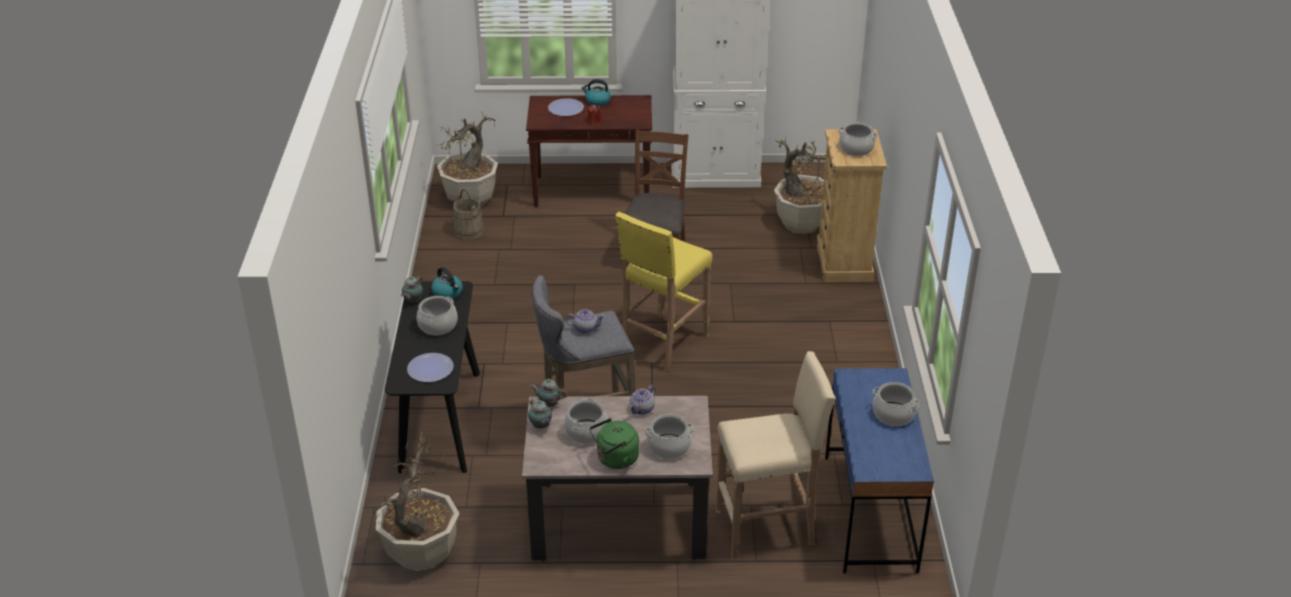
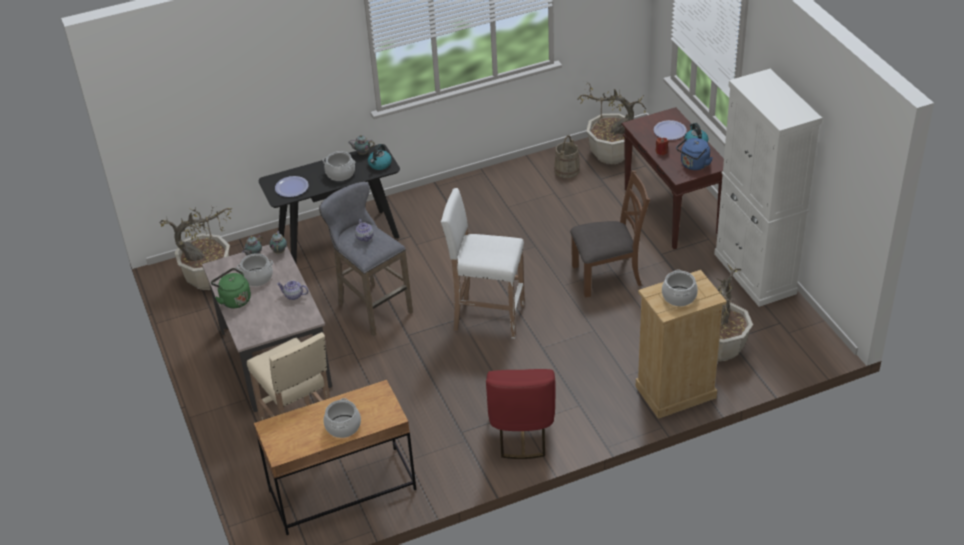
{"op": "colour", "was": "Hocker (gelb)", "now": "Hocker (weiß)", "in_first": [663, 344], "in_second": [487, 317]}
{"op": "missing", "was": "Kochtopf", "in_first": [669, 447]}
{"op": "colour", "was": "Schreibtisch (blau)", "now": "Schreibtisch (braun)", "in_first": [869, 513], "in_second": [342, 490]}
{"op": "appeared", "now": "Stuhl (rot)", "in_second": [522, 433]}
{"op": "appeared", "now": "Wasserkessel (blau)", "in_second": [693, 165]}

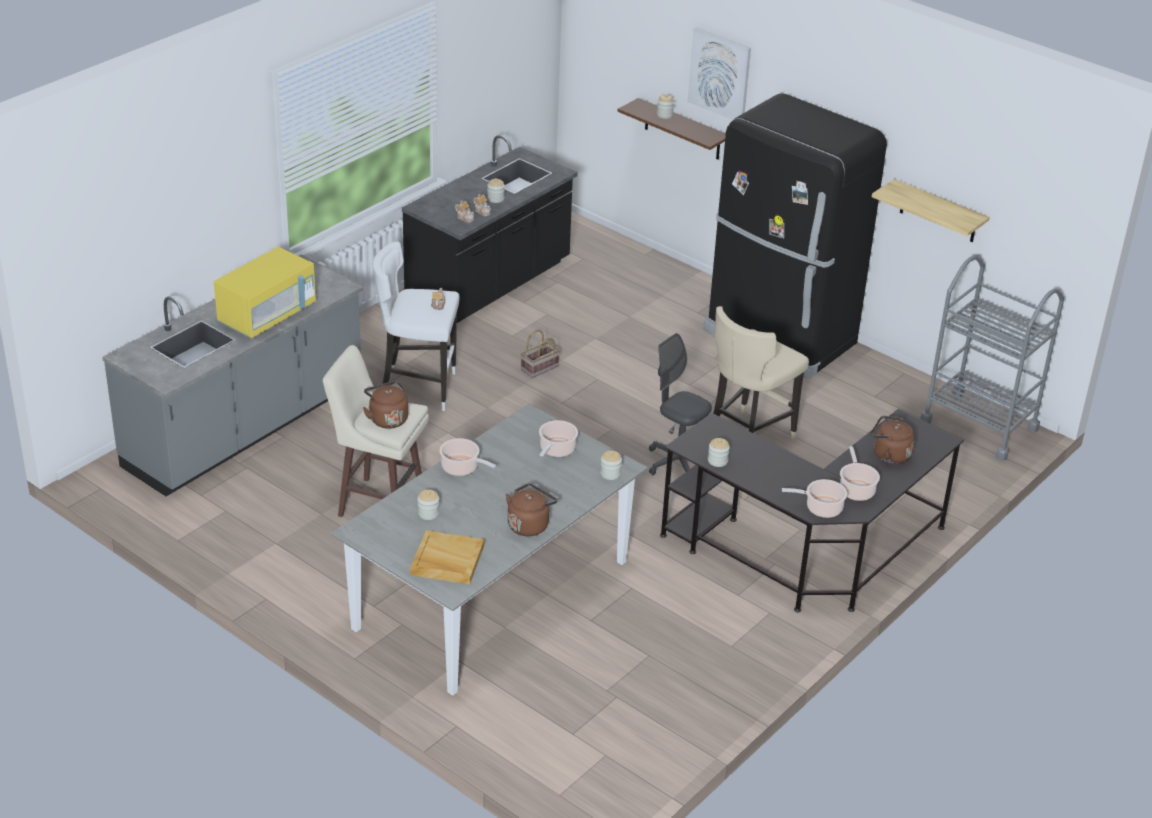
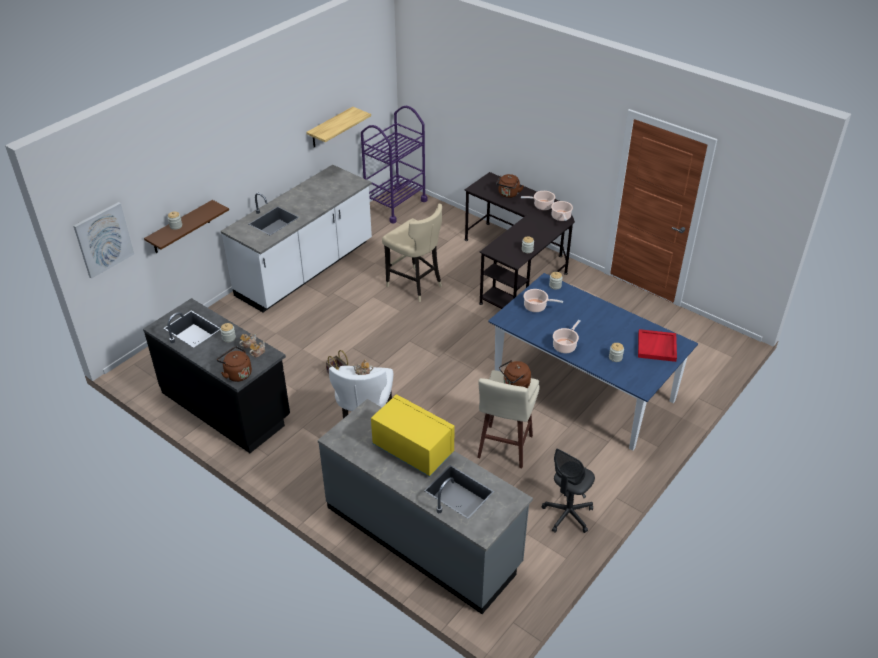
{"op": "colour", "was": "Esstisch (grau)", "now": "Esstisch (blau)", "in_first": [492, 595], "in_second": [584, 388]}
{"op": "colour", "was": "Tablett (beige)", "now": "Tablett (rot)", "in_first": [446, 560], "in_second": [657, 347]}
{"op": "relocated", "was": "Wasserkessel (braun)", "in_first": [529, 525], "in_second": [237, 374]}
{"op": "relocated", "was": "Bürostuhl (grau)", "in_first": [677, 463], "in_second": [567, 515]}
{"op": "relocated", "was": "Bild", "in_first": [720, 74], "in_second": [103, 239]}
{"op": "exchanged", "was": "Kühlschrank (schwarz)", "now": "Küchenzeile (weiß)", "in_first": [779, 338], "in_second": [306, 269]}
{"op": "colour", "was": "Rollwagen (grau)", "now": "Rollwagen (lila)", "in_first": [979, 425], "in_second": [395, 204]}

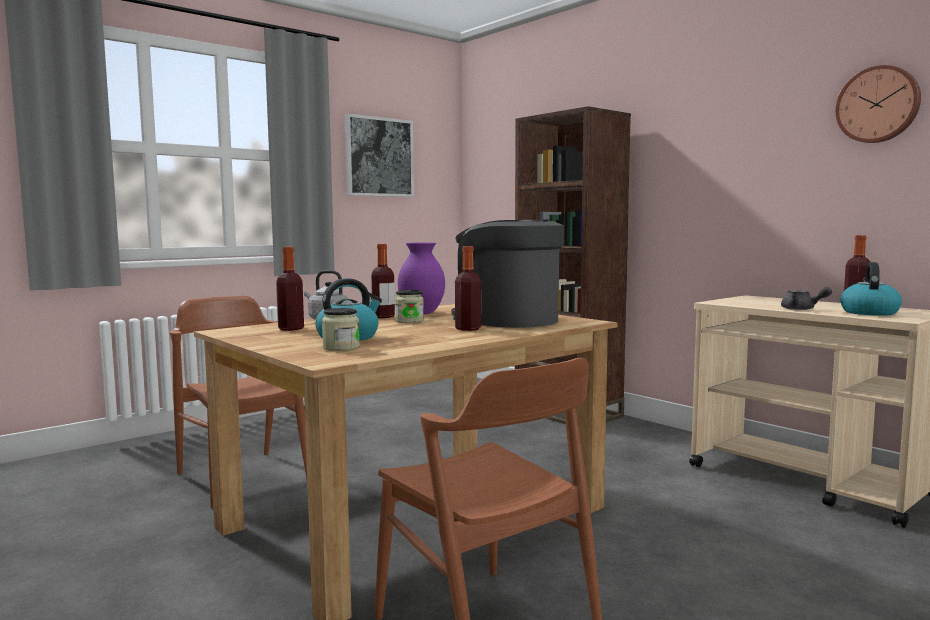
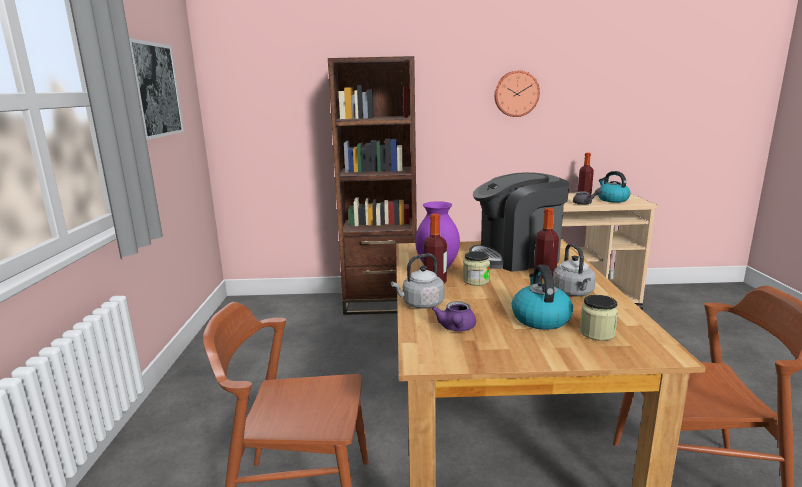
{"op": "exchanged", "was": "Flasche", "now": "Teekanne (lila)", "in_first": [291, 329], "in_second": [456, 328]}
{"op": "relocated", "was": "Wanduhr", "in_first": [878, 105], "in_second": [516, 94]}
{"op": "appeared", "now": "Wasserkessel (grau)", "in_second": [573, 293]}

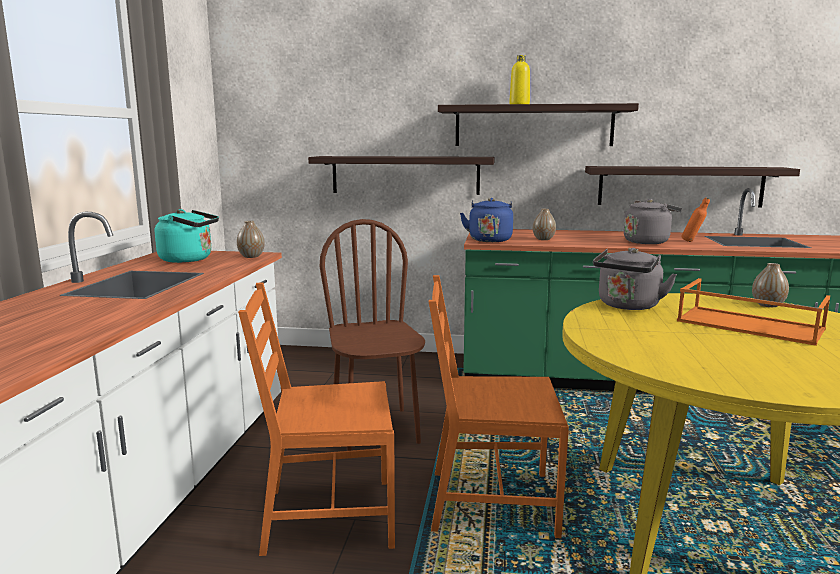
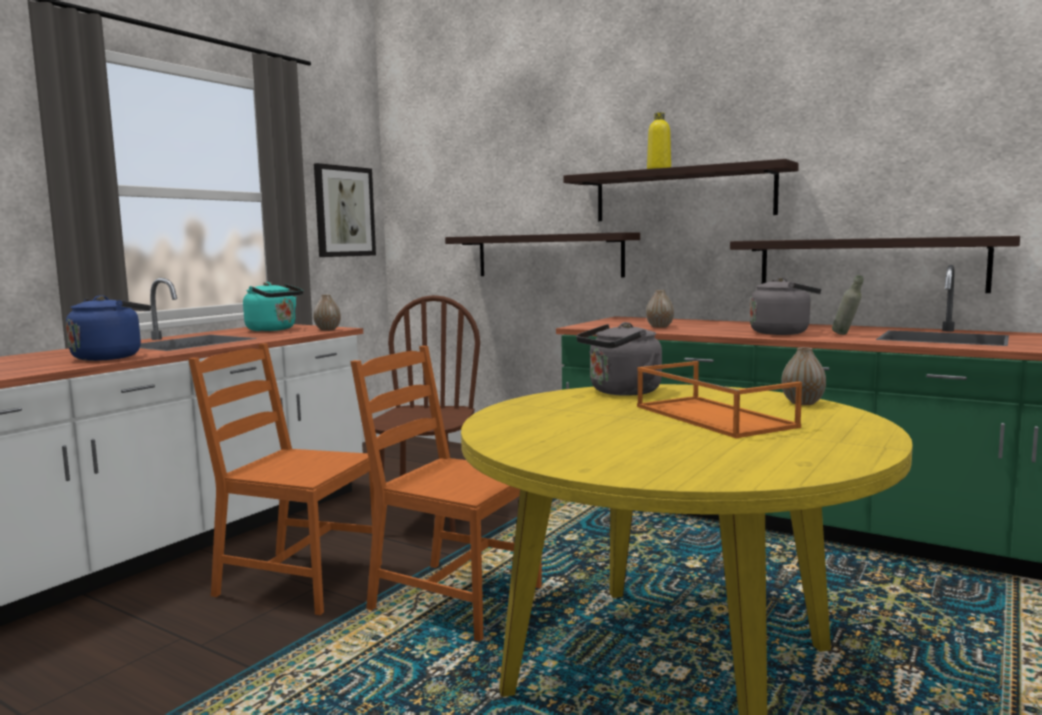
{"op": "relocated", "was": "Wasserkessel (blau)", "in_first": [489, 239], "in_second": [110, 357]}
{"op": "colour", "was": "Flasche (orange)", "now": "Flasche (grau)", "in_first": [693, 242], "in_second": [846, 334]}
{"op": "appeared", "now": "Bild", "in_second": [344, 211]}

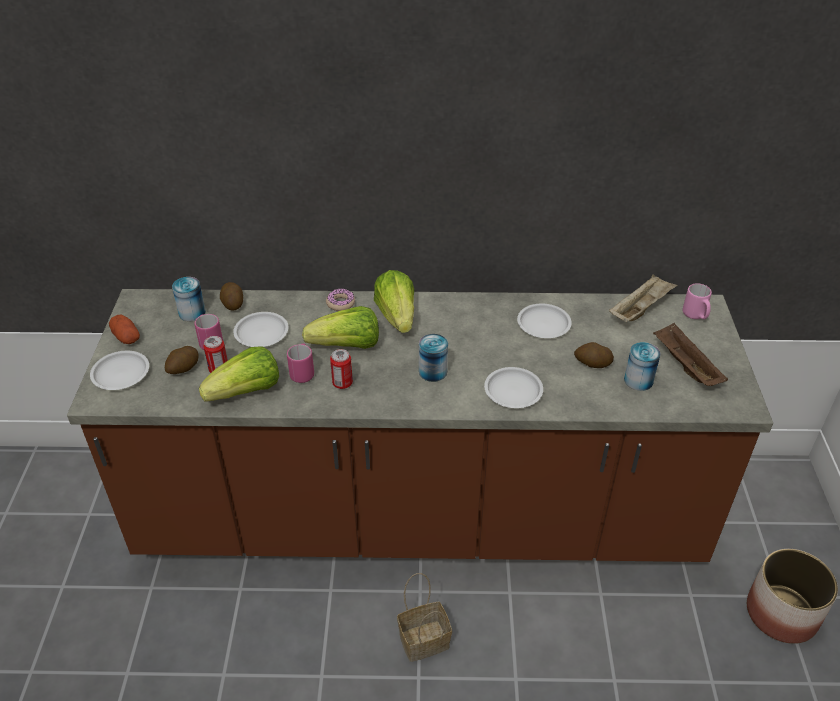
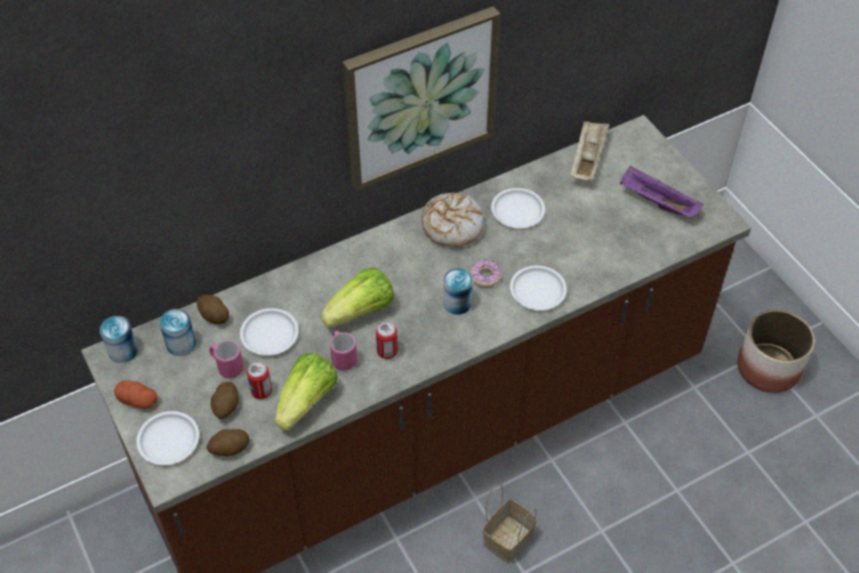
{"op": "relocated", "was": "Donut", "in_first": [340, 303], "in_second": [485, 277]}
{"op": "missing", "was": "Salatkopf", "in_first": [397, 316]}
{"op": "relocated", "was": "Kartoffel", "in_first": [592, 364], "in_second": [229, 449]}
{"op": "relocated", "was": "Dose", "in_first": [638, 380], "in_second": [123, 351]}
{"op": "colour", "was": "Tablett (braun)", "now": "Tablett (lila)", "in_first": [684, 366], "in_second": [656, 203]}
{"op": "missing", "was": "Henkelbecher (rosa)", "in_first": [696, 316]}
{"op": "appeared", "now": "Bild", "in_second": [419, 97]}
{"op": "appeared", "now": "Brot", "in_second": [452, 226]}

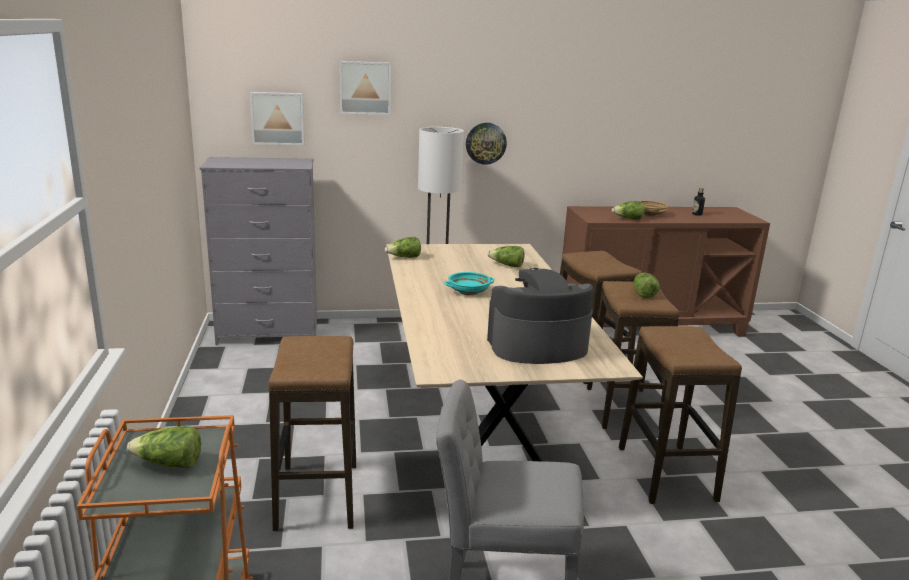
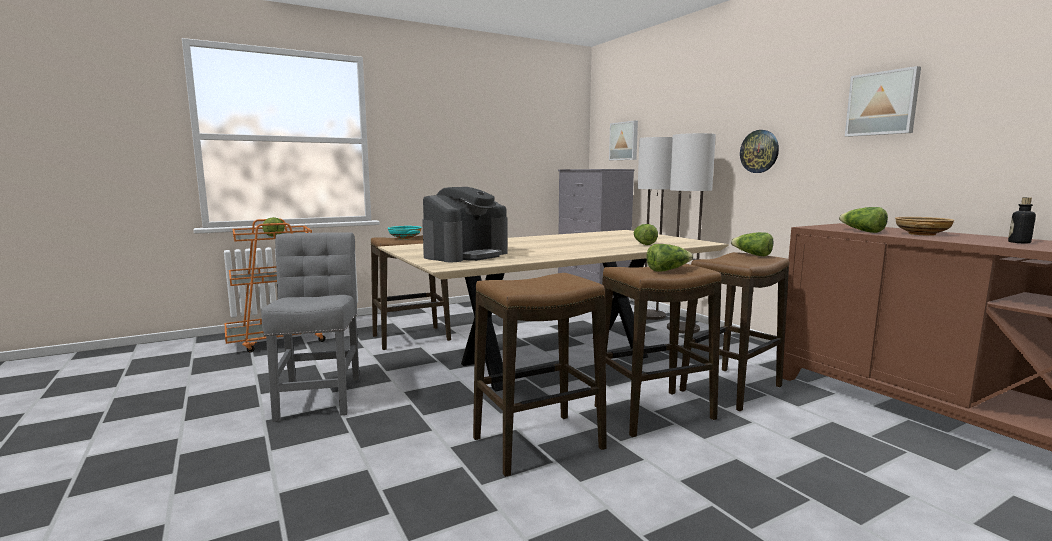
{"op": "relocated", "was": "Bild", "in_first": [365, 88], "in_second": [882, 103]}
{"op": "relocated", "was": "Salatkopf", "in_first": [404, 257], "in_second": [752, 255]}
{"op": "relocated", "was": "Schüssel (türkis)", "in_first": [468, 292], "in_second": [404, 238]}
{"op": "spun", "was": "Kaffeemaschine", "in_first": [537, 346], "in_second": [466, 255], "clockwise": 75}
{"op": "appeared", "now": "Stehlampe", "in_second": [650, 315]}

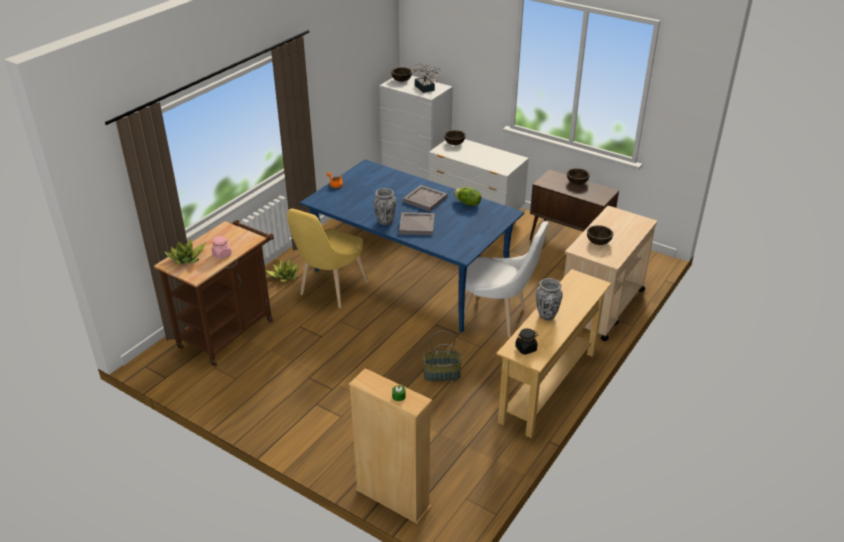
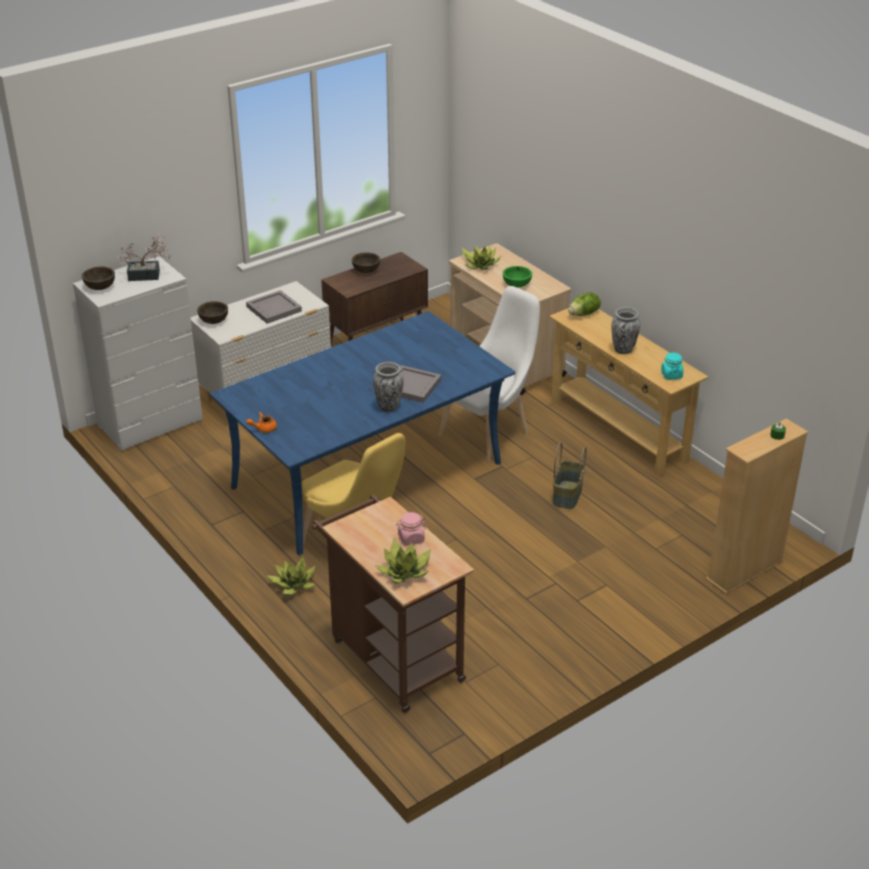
{"op": "relocated", "was": "Tablett (grau)", "in_first": [424, 200], "in_second": [273, 309]}
{"op": "relocated", "was": "Salatkopf", "in_first": [467, 203], "in_second": [584, 314]}
{"op": "colour", "was": "Vorratsglas (schwarz)", "now": "Vorratsglas (türkis)", "in_first": [526, 348], "in_second": [671, 375]}
{"op": "colour", "was": "Schüssel (braun)", "now": "Schüssel (grün)", "in_first": [598, 242], "in_second": [517, 285]}
{"op": "appeared", "now": "Topfpflanze", "in_second": [480, 264]}

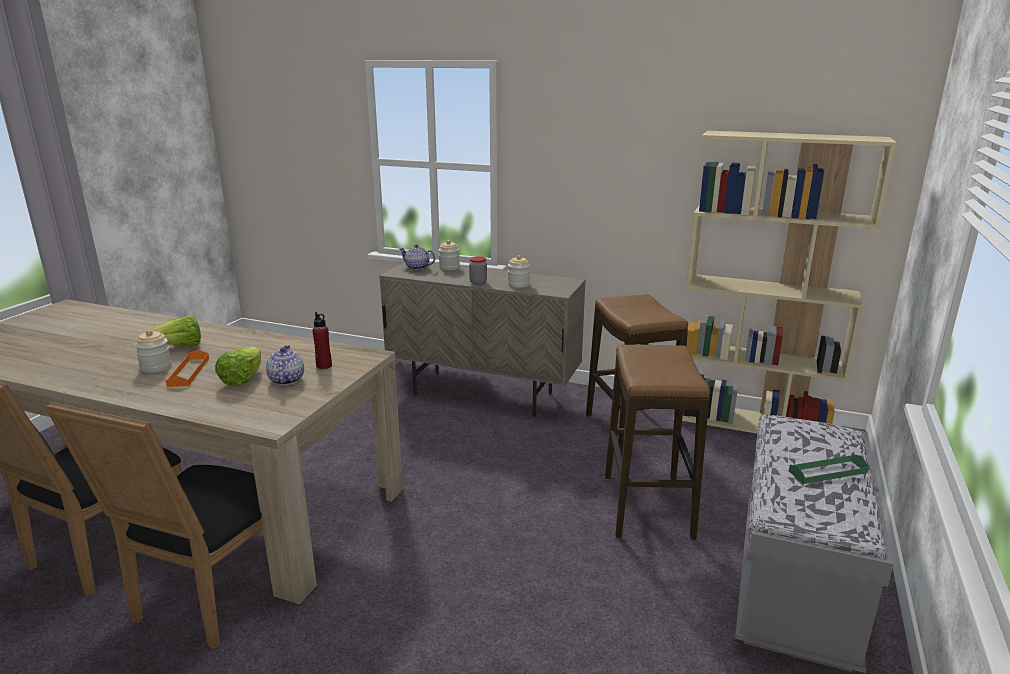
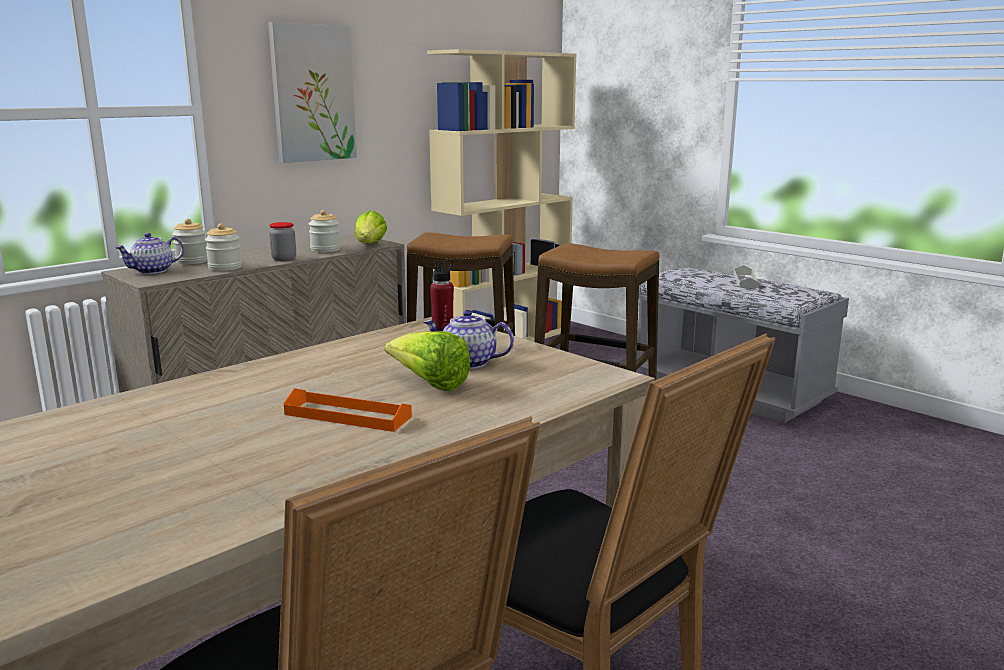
{"op": "relocated", "was": "Vorratsglas", "in_first": [156, 367], "in_second": [225, 267]}
{"op": "relocated", "was": "Salatkopf", "in_first": [179, 347], "in_second": [370, 245]}
{"op": "colour", "was": "Tablett (grün)", "now": "Tablett (grau)", "in_first": [827, 472], "in_second": [745, 281]}
{"op": "appeared", "now": "Bild", "in_second": [312, 93]}

